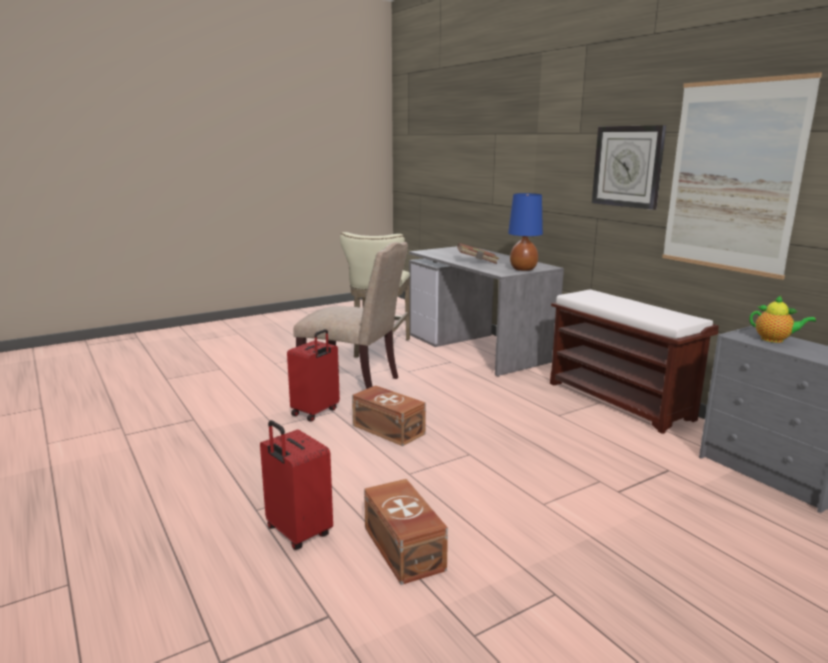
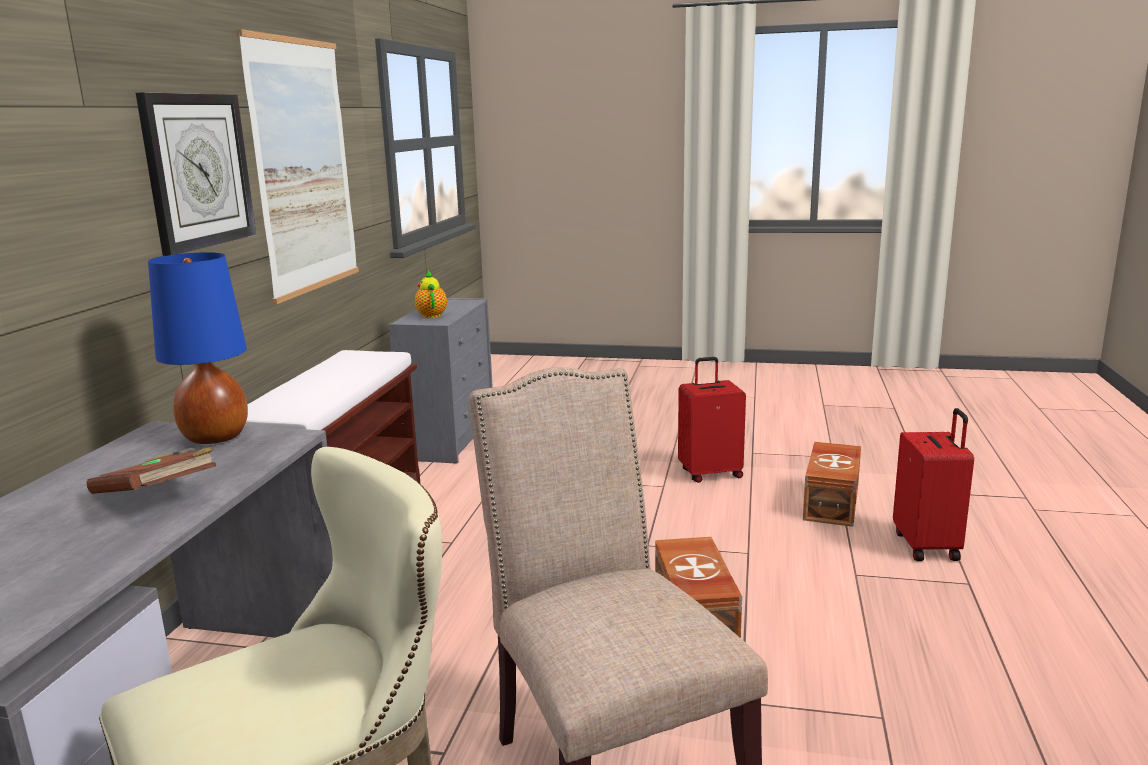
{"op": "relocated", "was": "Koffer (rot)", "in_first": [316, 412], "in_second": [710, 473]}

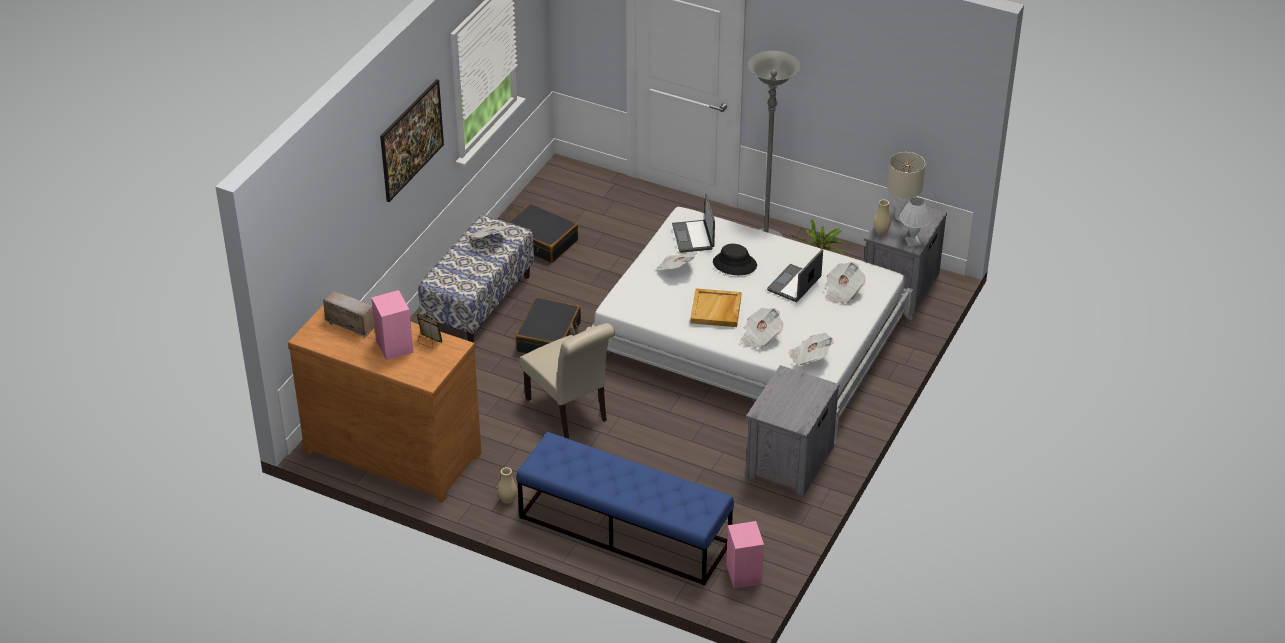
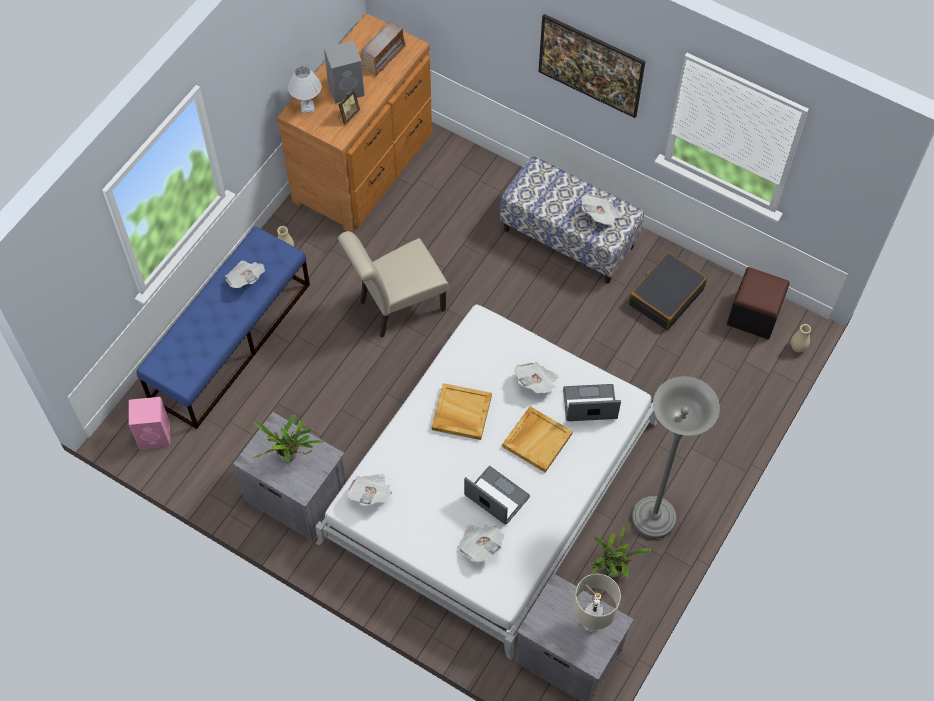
{"op": "colour", "was": "Lautsprecher (rosa)", "now": "Lautsprecher (grau)", "in_first": [394, 346], "in_second": [347, 89]}
{"op": "missing", "was": "Koffer (schwarz)", "in_first": [549, 337]}
{"op": "exchanged", "was": "Hut (schwarz)", "now": "Tablett (beige)", "in_first": [734, 264], "in_second": [537, 439]}
{"op": "relocated", "was": "Zeitung", "in_first": [760, 337], "in_second": [246, 279]}
{"op": "relocated", "was": "Vase (beige)", "in_first": [881, 232], "in_second": [797, 348]}
{"op": "relocated", "was": "Tischlampe (weiß)", "in_first": [912, 241], "in_second": [308, 107]}
{"op": "appeared", "now": "Topfpflanze", "in_second": [290, 457]}
{"op": "appeared", "now": "Polsterhocker (schwarz)", "in_second": [754, 315]}

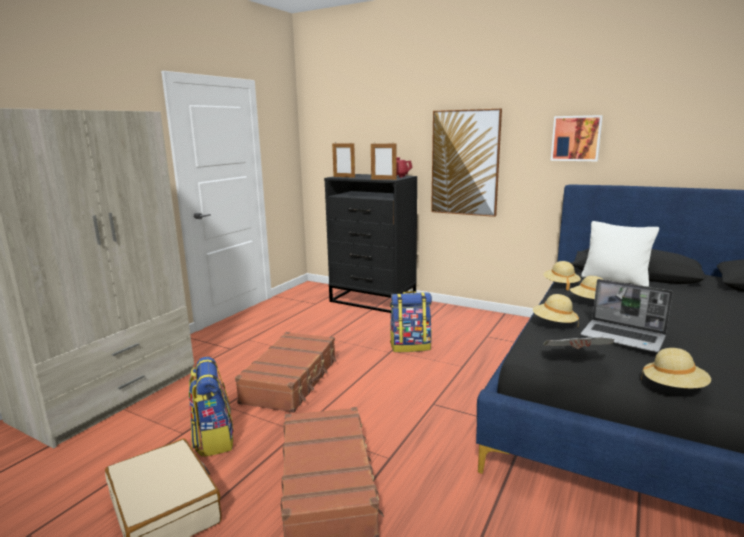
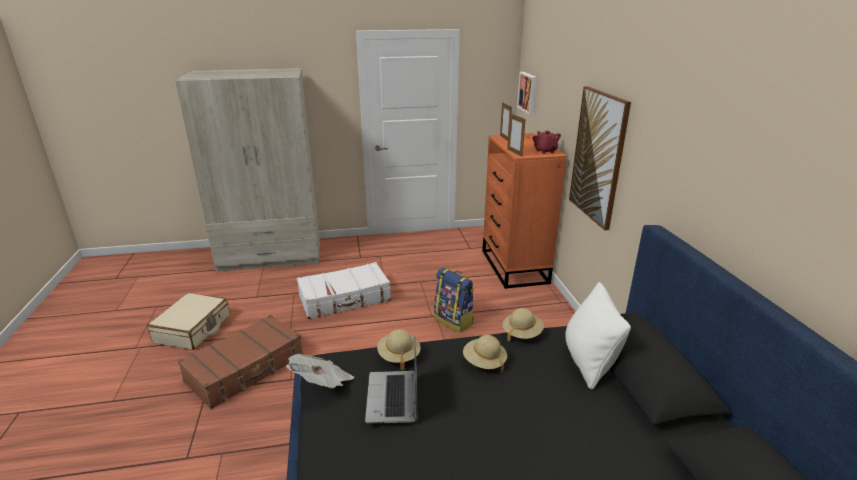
{"op": "missing", "was": "Rucksack", "in_first": [213, 439]}
{"op": "colour", "was": "Koffer (braun)", "now": "Koffer (weiß)", "in_first": [291, 380], "in_second": [345, 299]}
{"op": "colour", "was": "Kommode (schwarz)", "now": "Kommode (orange)", "in_first": [373, 301], "in_second": [514, 267]}
{"op": "relocated", "was": "Bild", "in_first": [576, 138], "in_second": [528, 92]}
{"op": "missing", "was": "Hut (beige)", "in_first": [673, 387]}

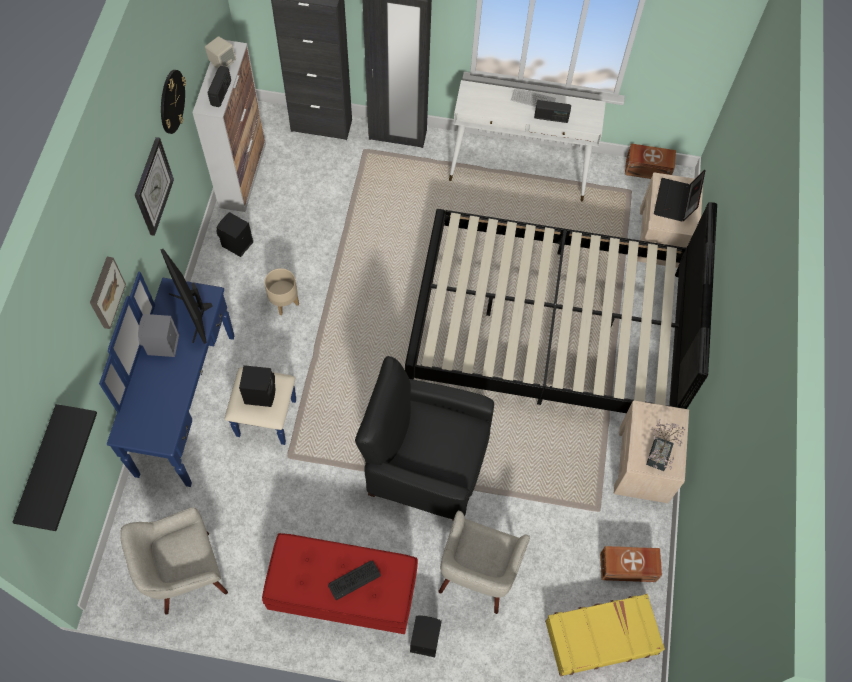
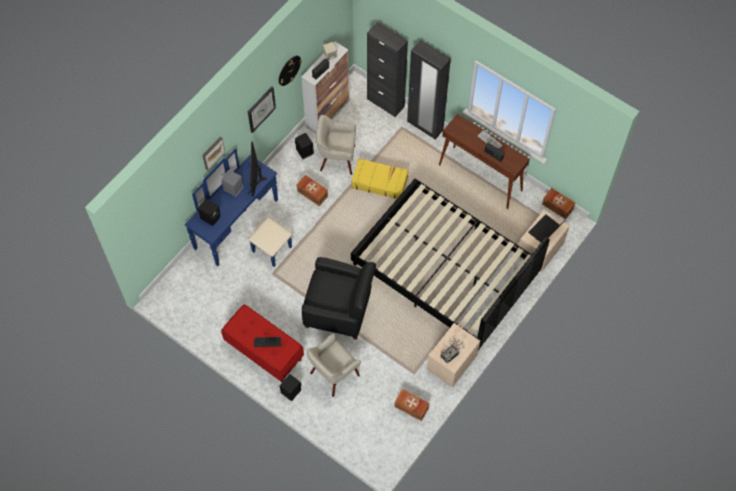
{"op": "missing", "was": "Wandregal (schwarz)", "in_first": [40, 468]}
{"op": "relocated", "was": "Sessel (beige)", "in_first": [186, 574], "in_second": [337, 158]}
{"op": "relocated", "was": "Lautsprecher (schwarz)", "in_first": [260, 393], "in_second": [211, 217]}
{"op": "exchanged", "was": "Pflanzkübel (beige)", "now": "Aufbewahrungsbox (braun)", "in_first": [284, 302], "in_second": [312, 193]}
{"op": "spun", "was": "Sessel (schwarz)", "in_first": [425, 463], "in_second": [339, 309], "clockwise": 150}
{"op": "colour", "was": "Konsolentisch (weiß)", "now": "Konsolentisch (braun)", "in_first": [519, 174], "in_second": [480, 178]}
{"op": "relocated", "was": "Koffer (gelb)", "in_first": [600, 636], "in_second": [379, 182]}

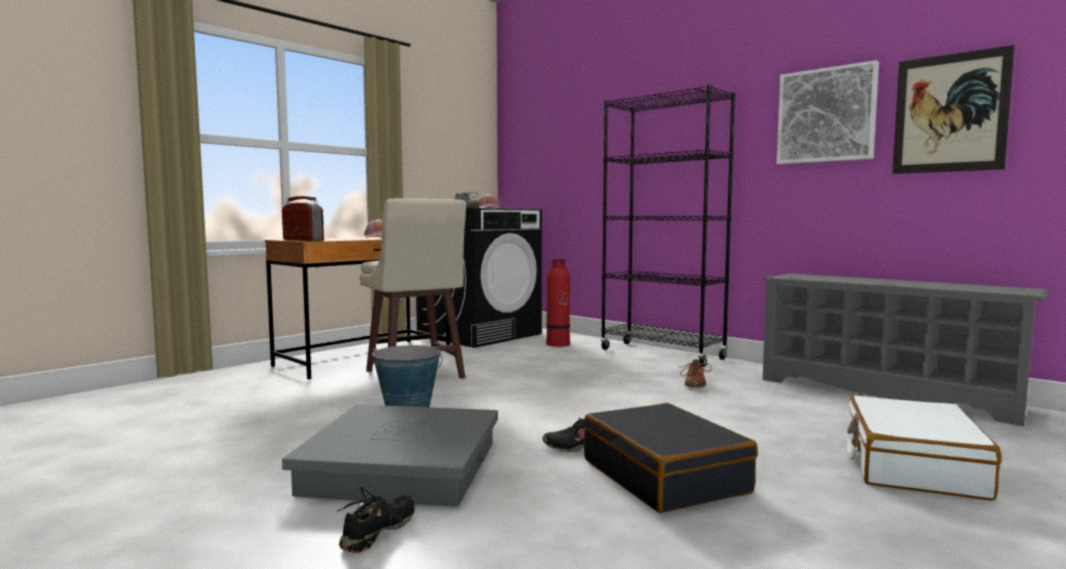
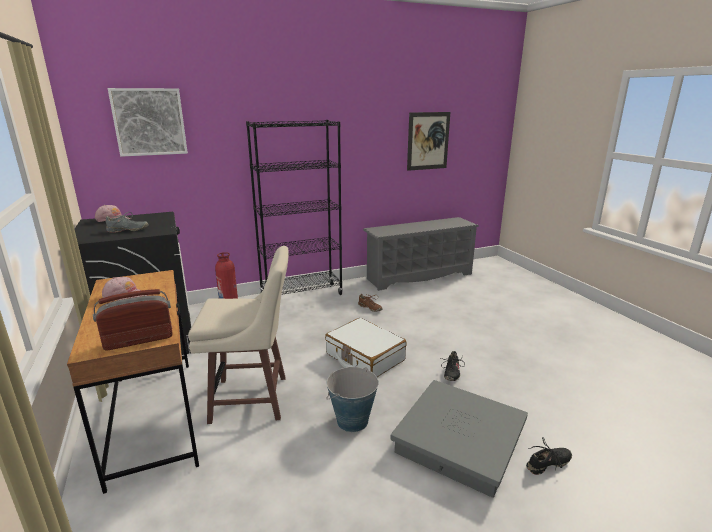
{"op": "spun", "was": "Schuh (schwarz)", "in_first": [380, 532], "in_second": [548, 464], "clockwise": 105}
{"op": "missing", "was": "Koffer (schwarz)", "in_first": [665, 476]}
{"op": "relocated", "was": "Bild", "in_first": [826, 115], "in_second": [149, 122]}
{"op": "relocated", "was": "Koffer (weiß)", "in_first": [911, 466], "in_second": [364, 357]}

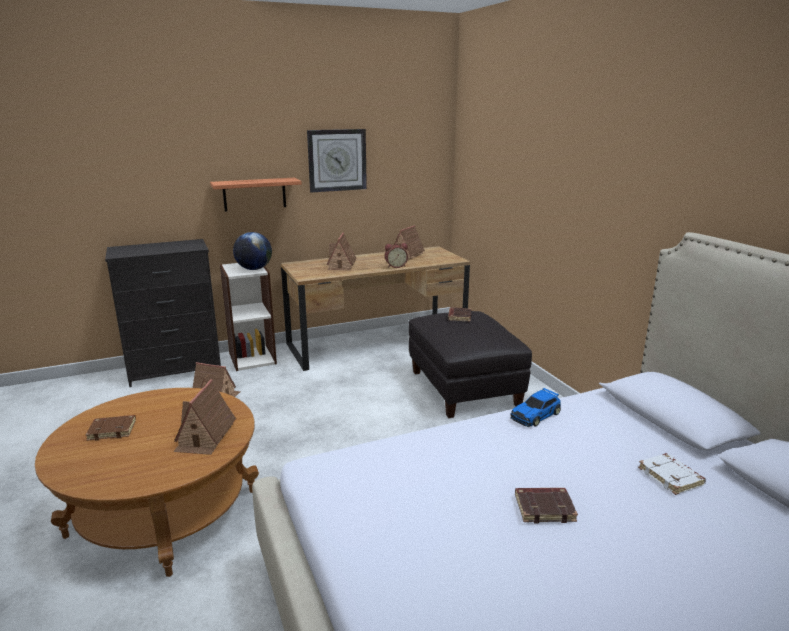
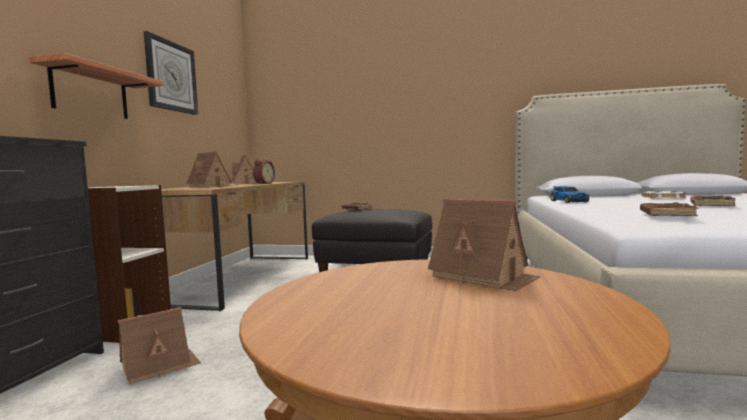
{"op": "relocated", "was": "Buch (braun)", "in_first": [113, 430], "in_second": [665, 214]}
{"op": "missing", "was": "Globus", "in_first": [254, 269]}

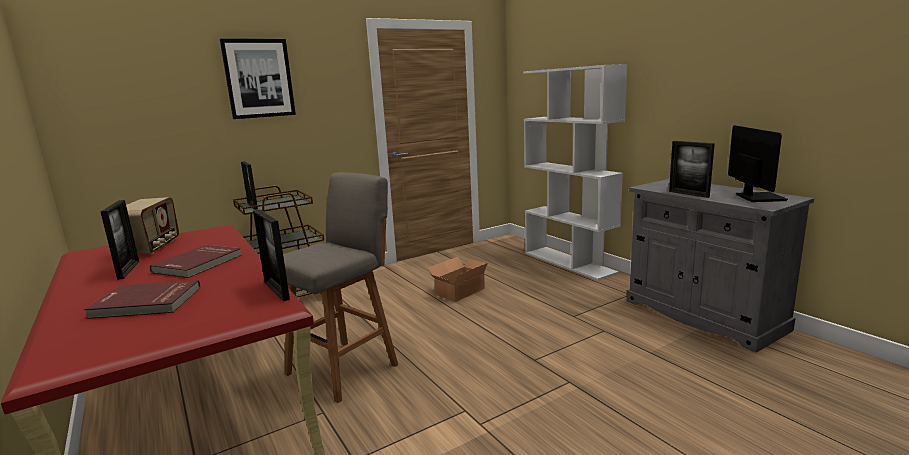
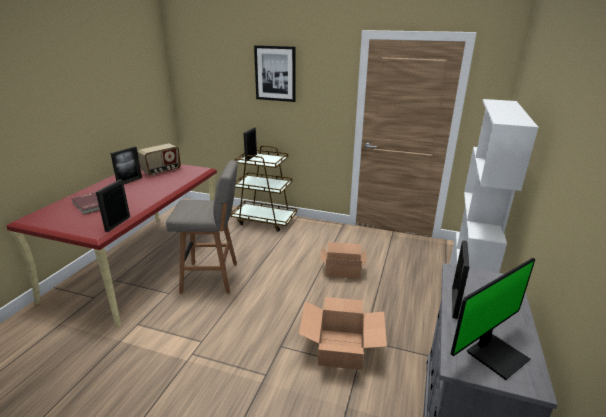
{"op": "missing", "was": "Buch (rot)", "in_first": [199, 264]}
{"op": "appeared", "now": "Karton", "in_second": [341, 349]}

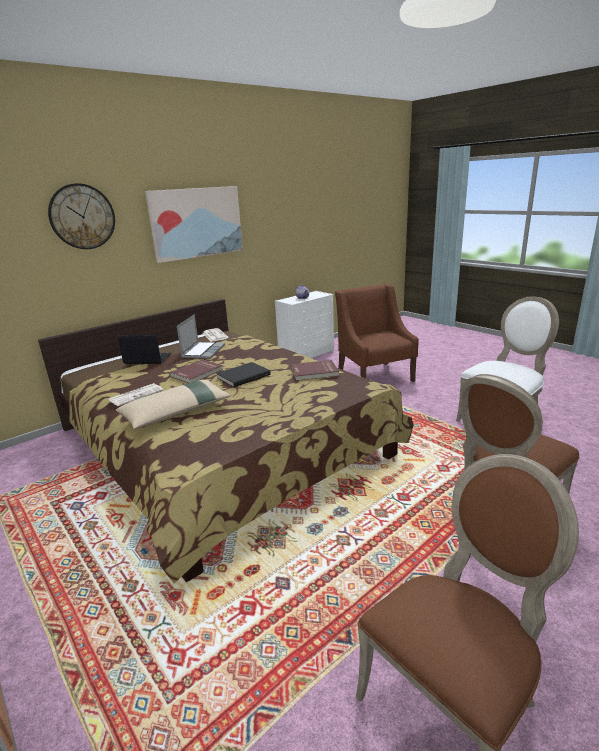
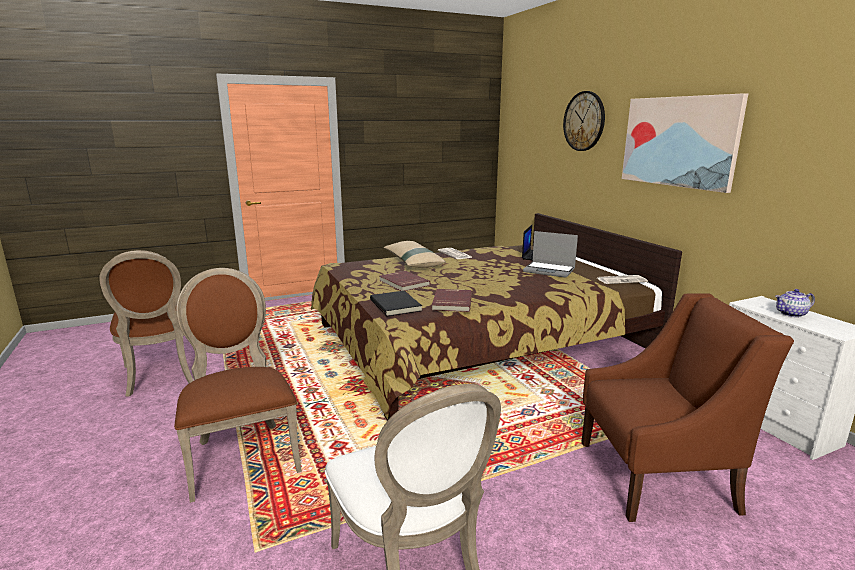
{"op": "relocated", "was": "Buch (rot)", "in_first": [197, 373], "in_second": [403, 283]}
{"op": "relocated", "was": "Buch (schwarz)", "in_first": [243, 376], "in_second": [396, 305]}

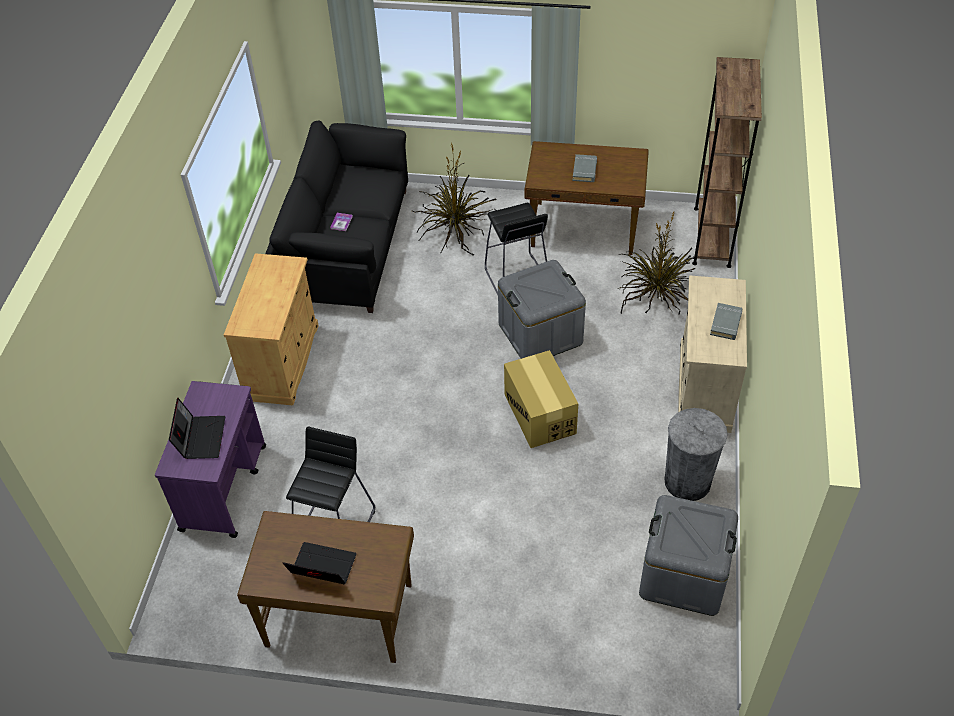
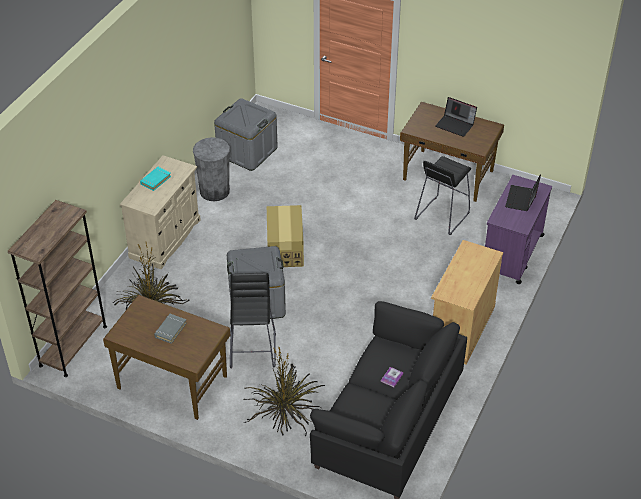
{"op": "colour", "was": "Buch (grau)", "now": "Buch (türkis)", "in_first": [726, 323], "in_second": [155, 180]}

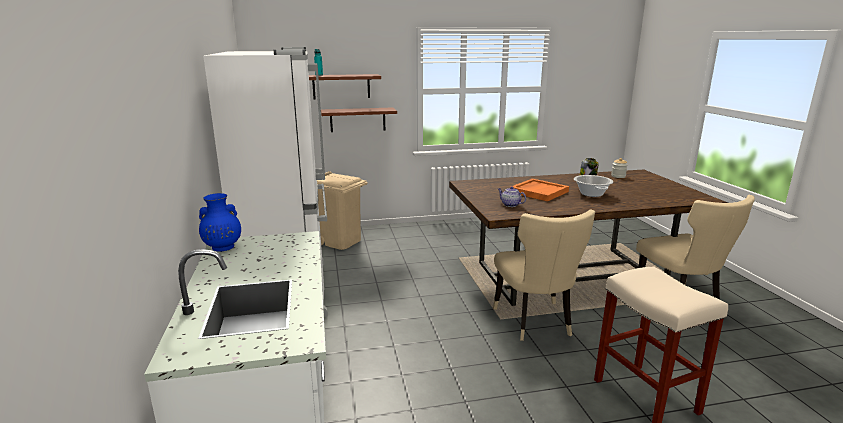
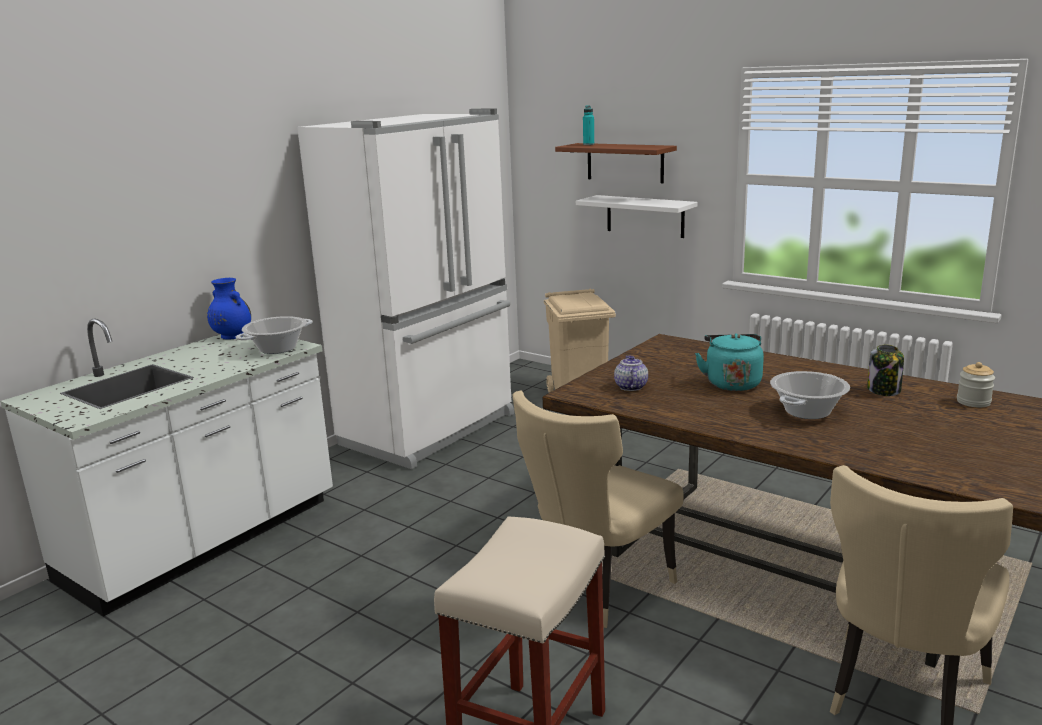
{"op": "colour", "was": "Wandregal (braun)", "now": "Wandregal (weiß)", "in_first": [357, 119], "in_second": [645, 216]}
{"op": "exchanged", "was": "Tablett (orange)", "now": "Wasserkessel (türkis)", "in_first": [539, 192], "in_second": [731, 383]}
{"op": "appeared", "now": "Kochtopf", "in_second": [278, 349]}

